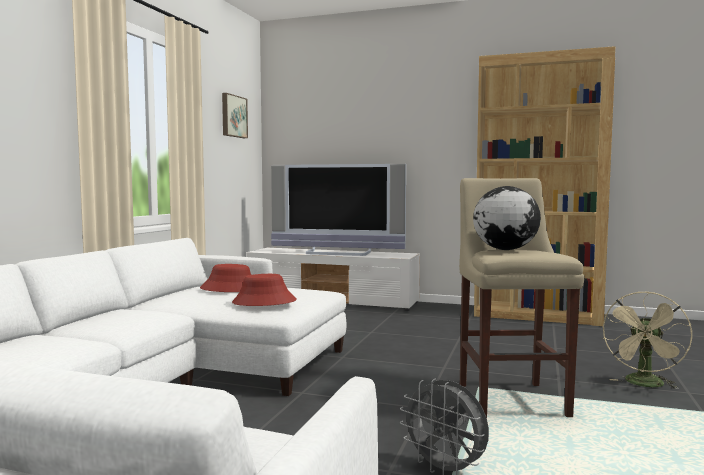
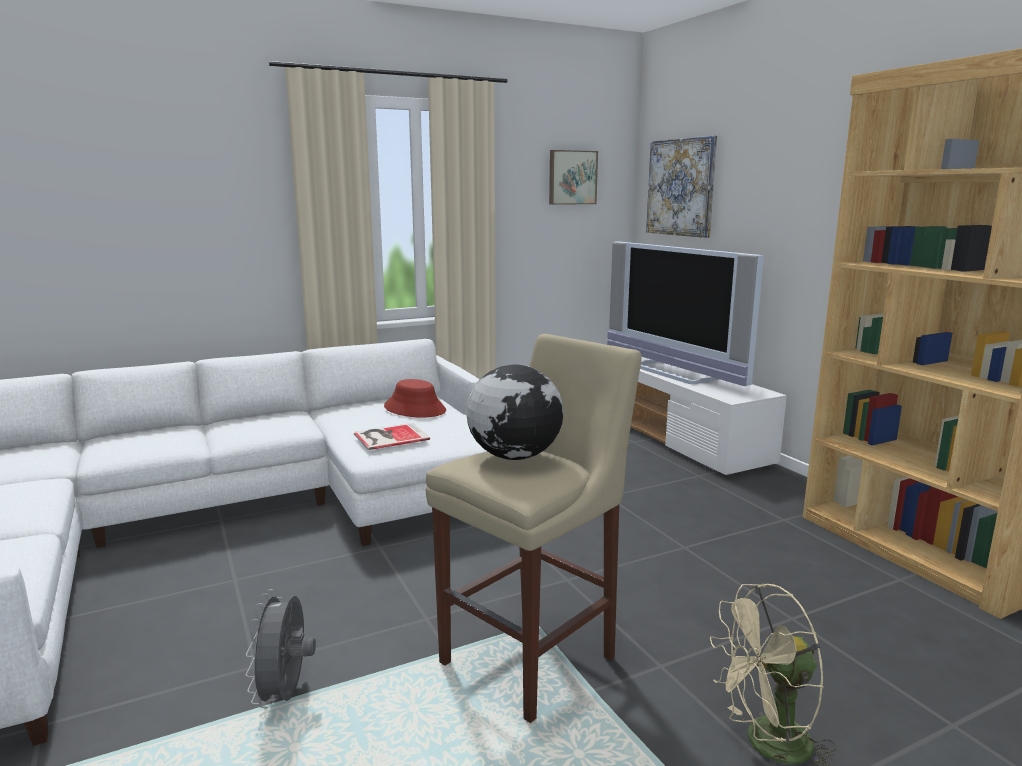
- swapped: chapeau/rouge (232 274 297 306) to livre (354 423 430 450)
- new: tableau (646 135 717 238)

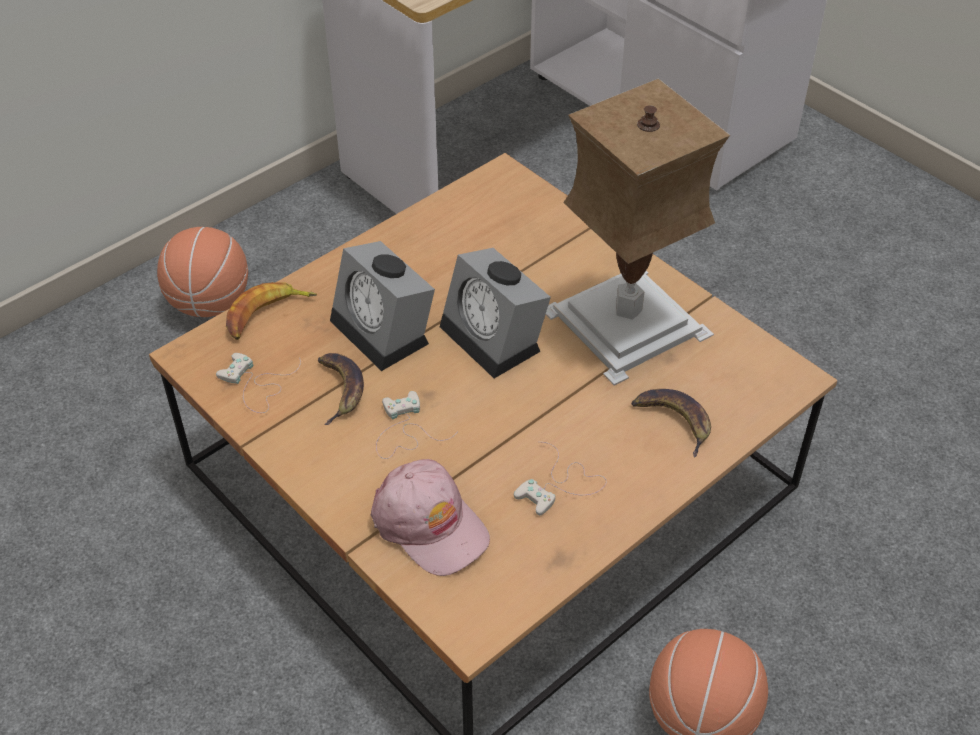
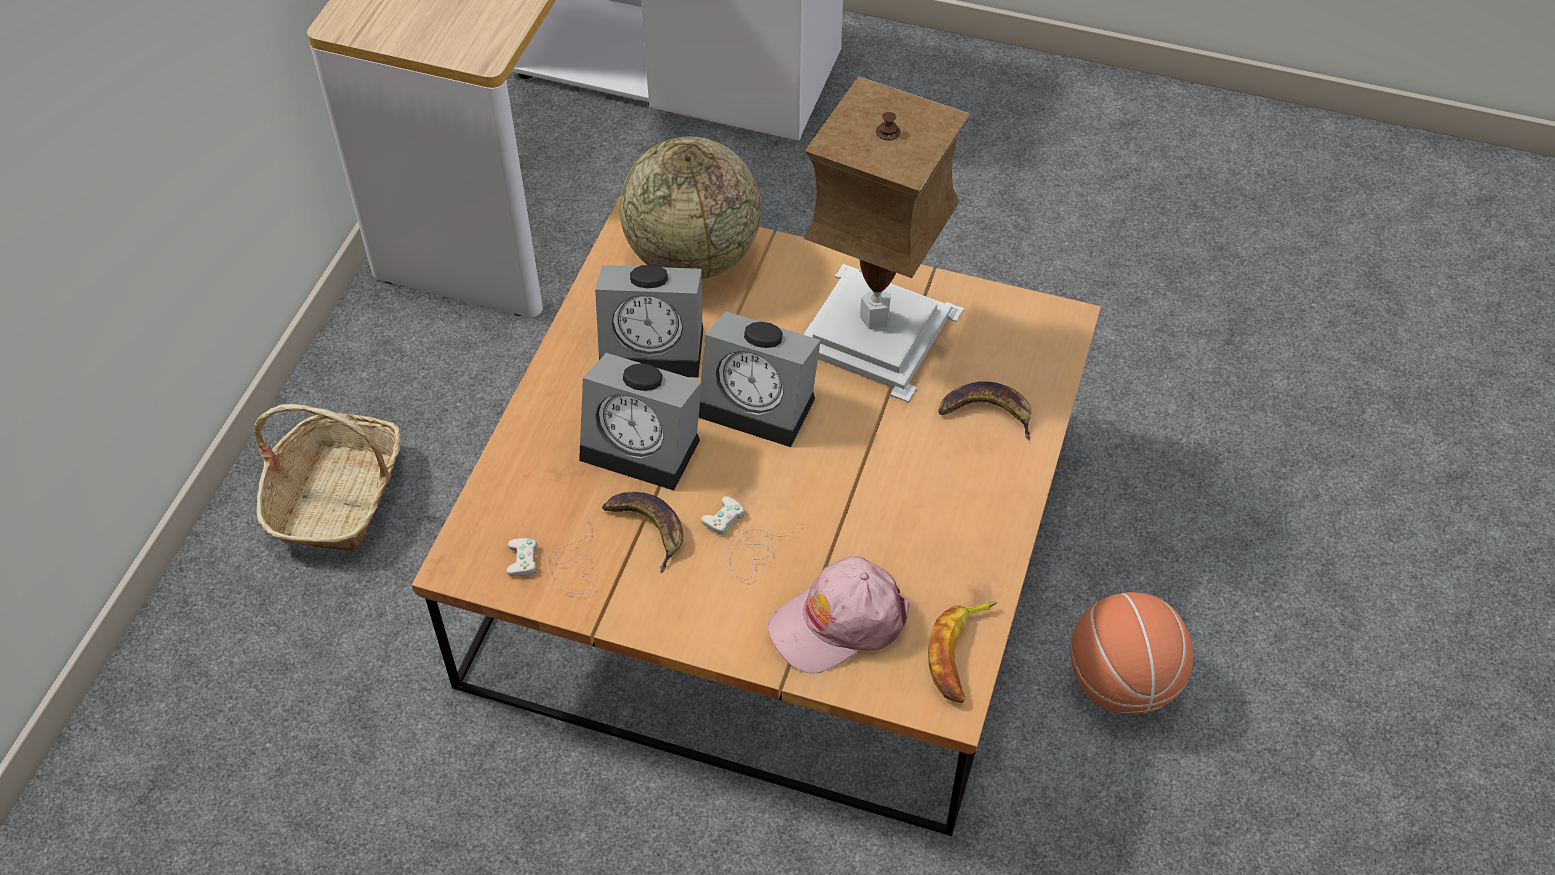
- swapped: ballon de basket (157 227 248 317) to panier (254 404 400 552)
- shifted: banane (226 282 317 340) to (928 601 997 703)
- rotated: casquette/rose (371 459 490 576) = (768 556 910 674) 135 degrees clockwise
- gone: manette/blanc (514 442 607 515)
- new: réveil (595 265 703 378)
- new: globe (619 137 761 279)

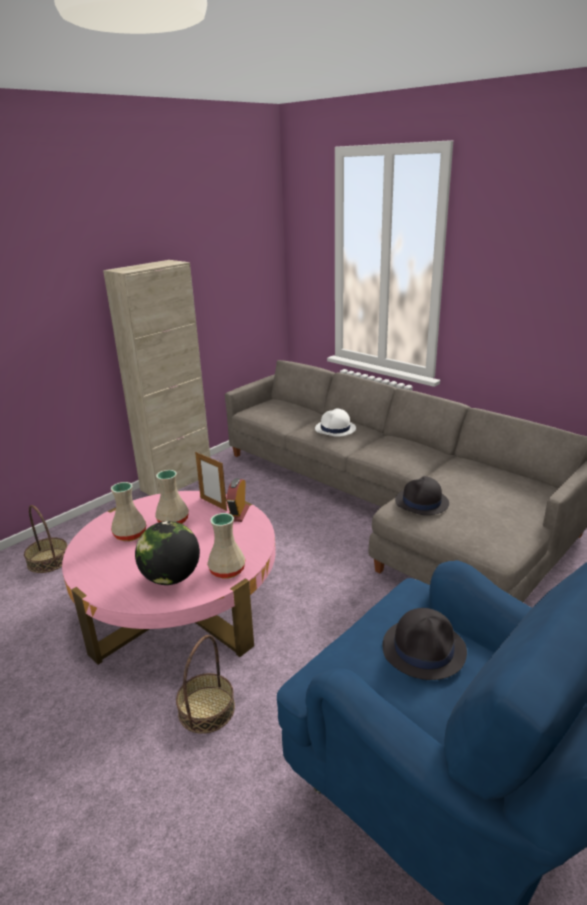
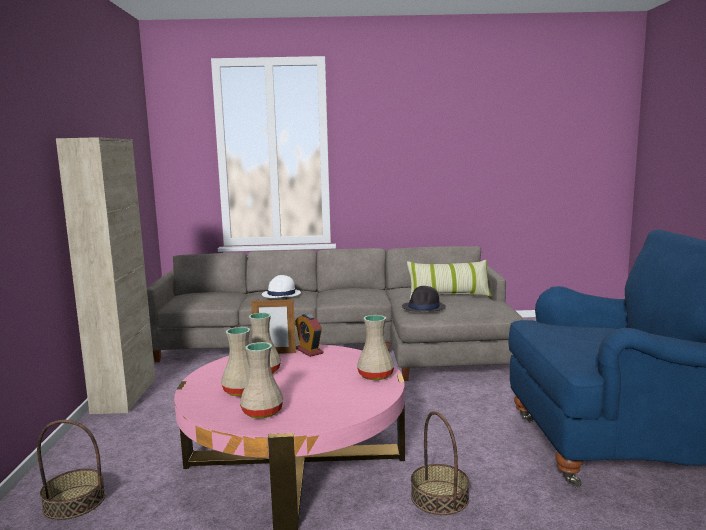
- gone: globe (135 521 200 585)
- gone: chapeau/noir (383 608 467 680)
- new: vase/beige (240 342 283 418)
- new: coussin (407 260 492 299)

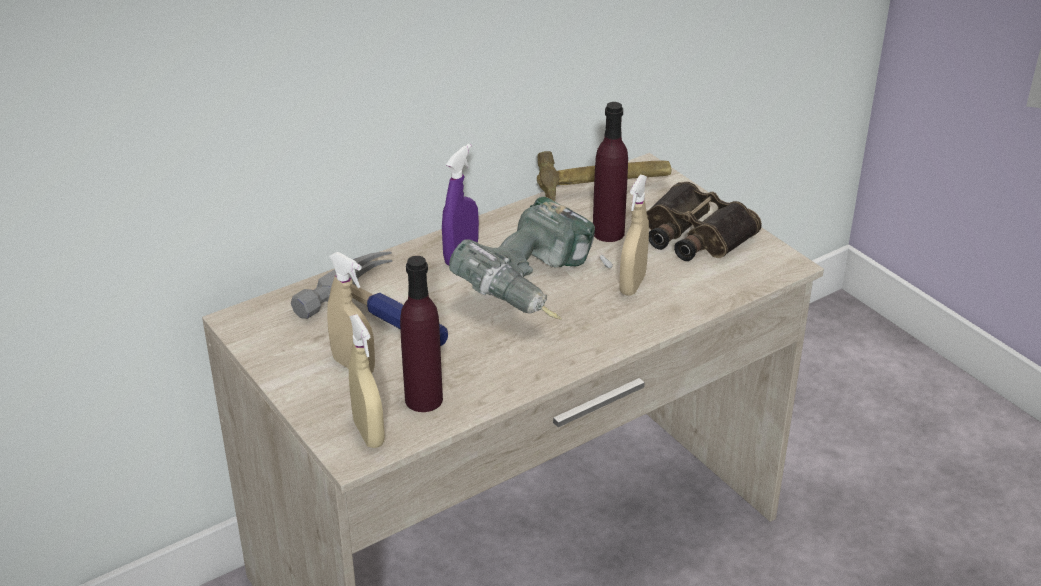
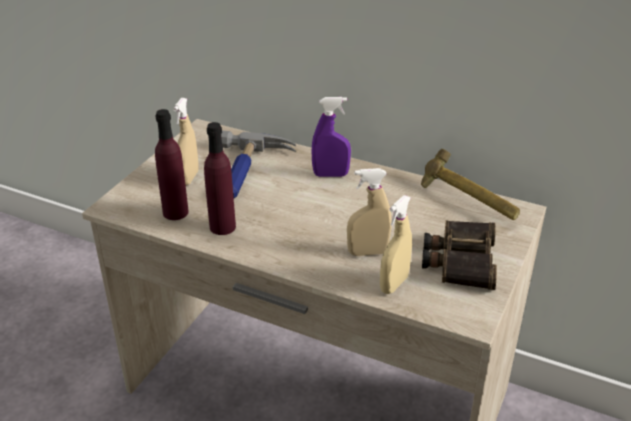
- shifted: vaporisateur/beige (349 314 385 448) to (380 195 412 294)
- gone: perceuse (449 197 613 320)
- shifted: bouteille/violet (593 102 628 242) to (204 122 236 235)

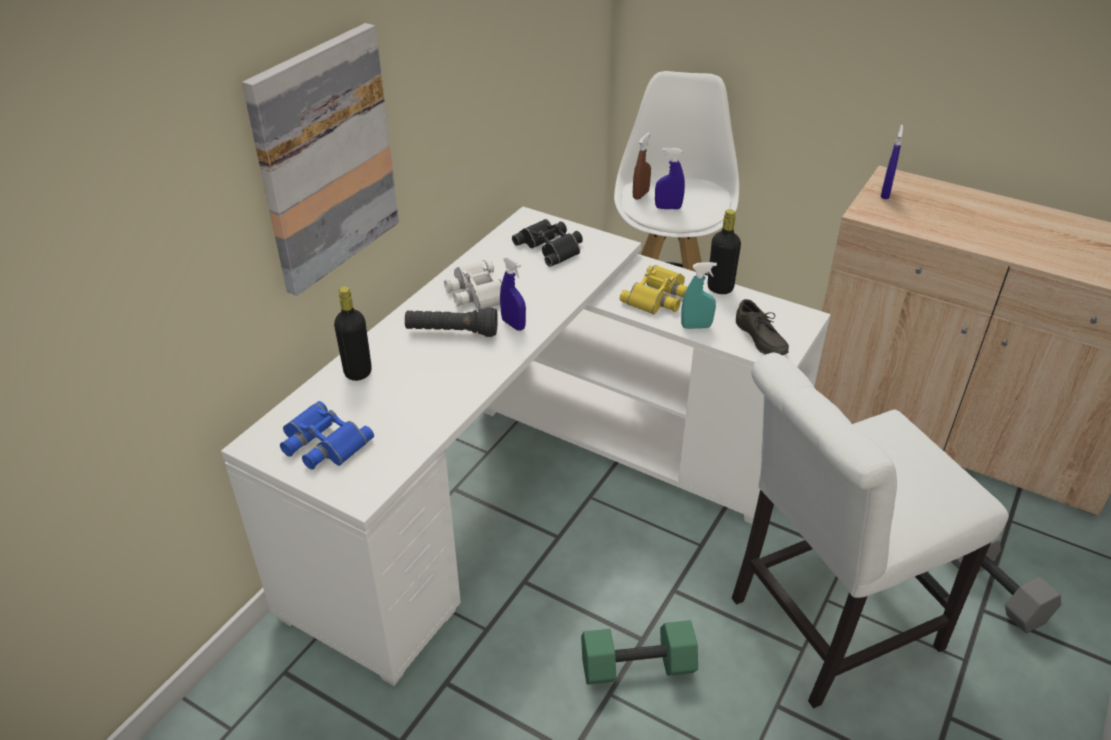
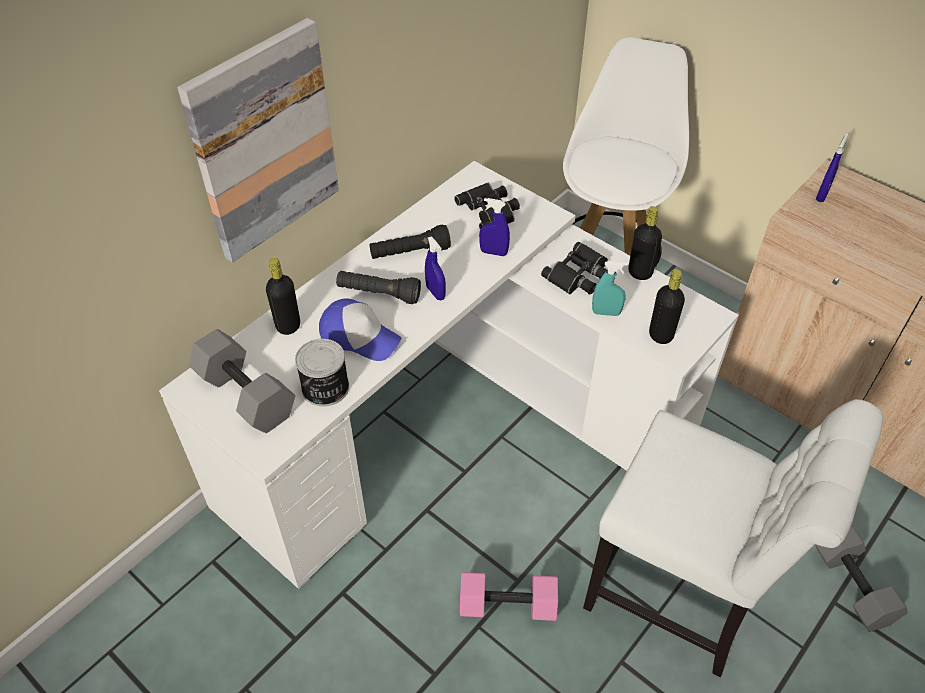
- swapped: jumelles/bleu (280 401 374 470) to haltère/gris (189 329 295 433)
- swapped: jumelles/blanc (444 260 502 310) to lampe de poche/noir (370 224 451 259)
- repainted: haltère/vert (581 620 698 685) to haltère/rose (460 572 558 621)
- repainted: jumelles/jaune (620 265 688 314) to jumelles/noir (541 242 608 295)
- gone: vaporisateur/marron (633 132 651 200)
- shifted: vaporisateur/bleu (655 148 685 209) to (479 198 510 256)
- rotated: chaise/blanc (732 353 1009 708) = (583 399 883 677) 135 degrees counterclockwise
- swapped: chaussure/gris (736 299 789 355) to bouteille/noir (649 269 685 344)
- new: boîte métallique (295 339 349 407)
- new: casquette (319 299 402 361)

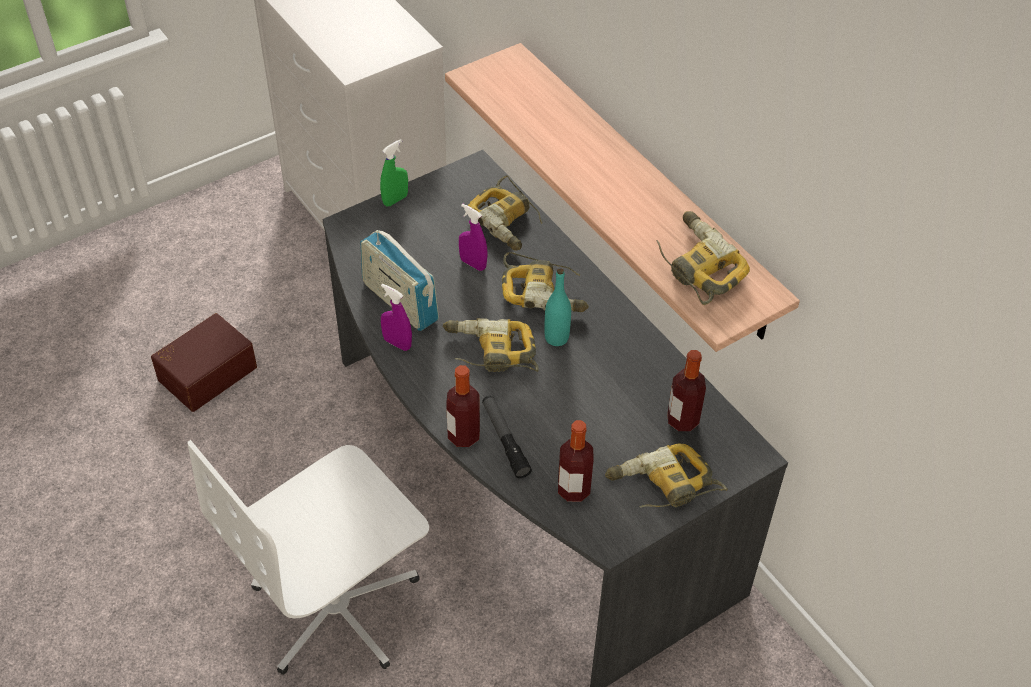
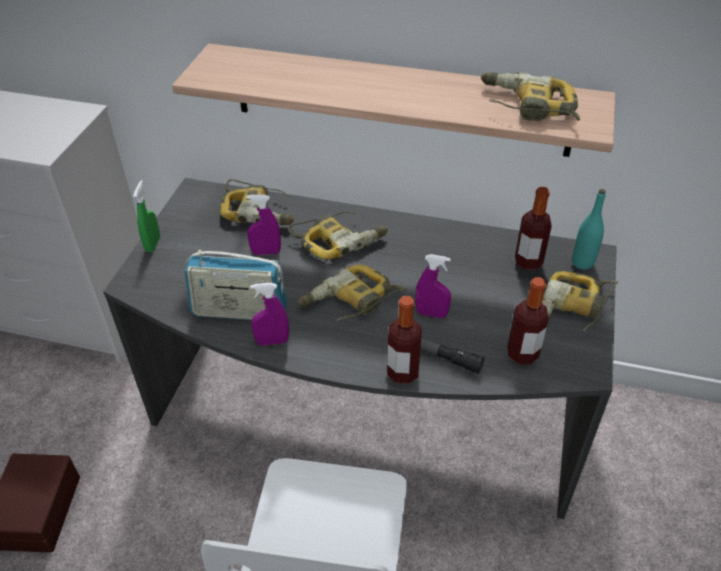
- shifted: bouteille/turquoise (544 268 571 346) to (572 189 606 270)
- new: vaporisateur/violet (415 254 451 318)

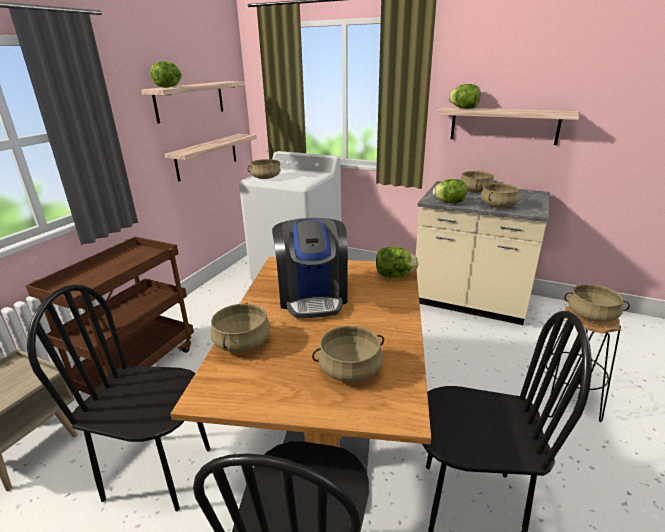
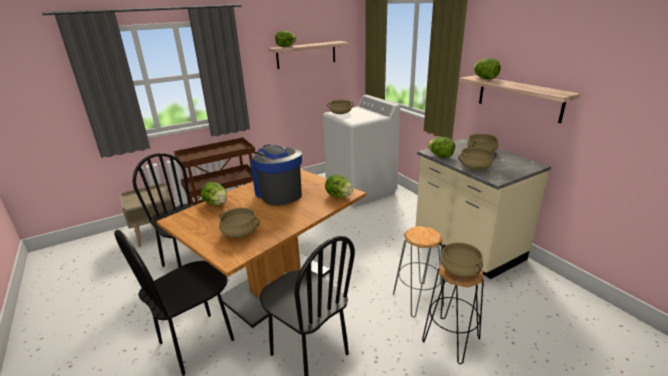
- gone: étagère (165 134 257 181)
- swapped: marmite/beige (210 303 271 352) to laitue (201 182 227 206)
- rotated: machine à café (272 218 348 318) = (251 144 302 205) 120 degrees clockwise
- new: tabouret/gris (393 226 444 317)

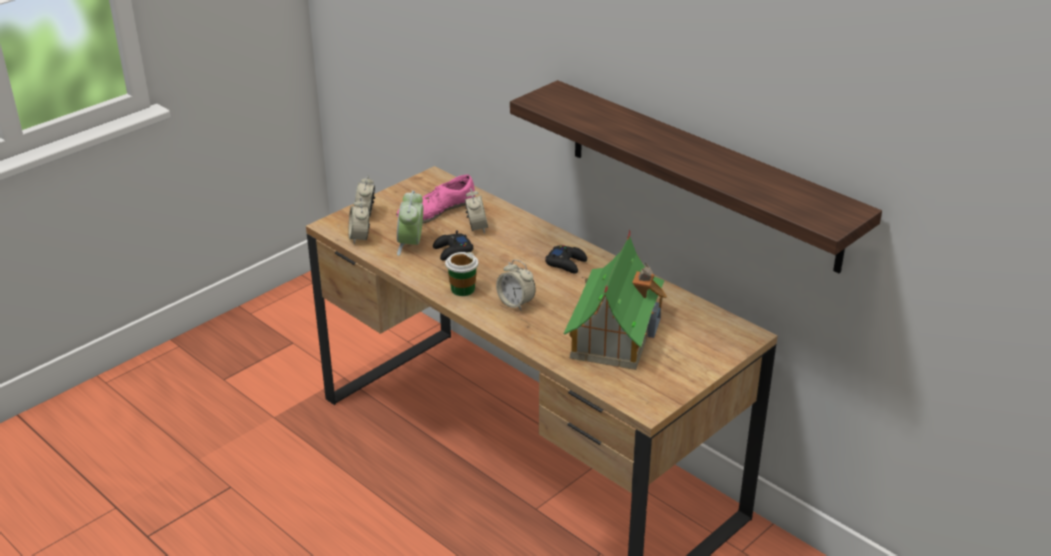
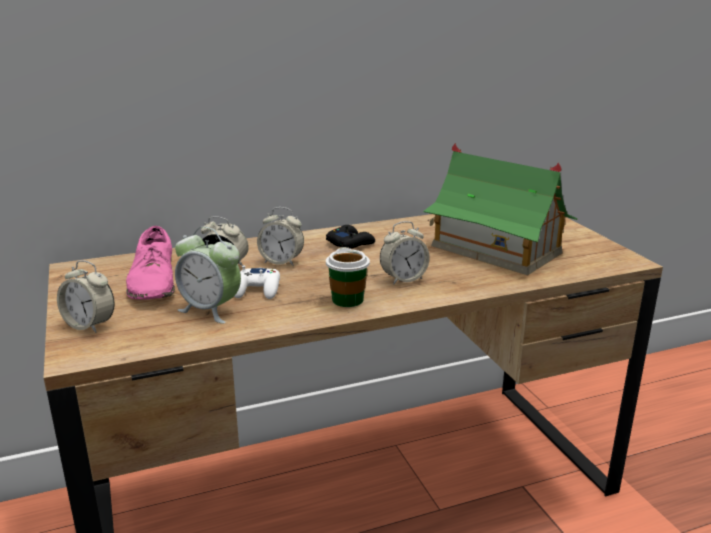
- shifted: réveil (349 197 370 245) to (257 207 304 266)
- repainted: manette/noir (433 230 474 261) to manette/blanc (234 265 280 299)
- gone: étagère (510 80 882 273)

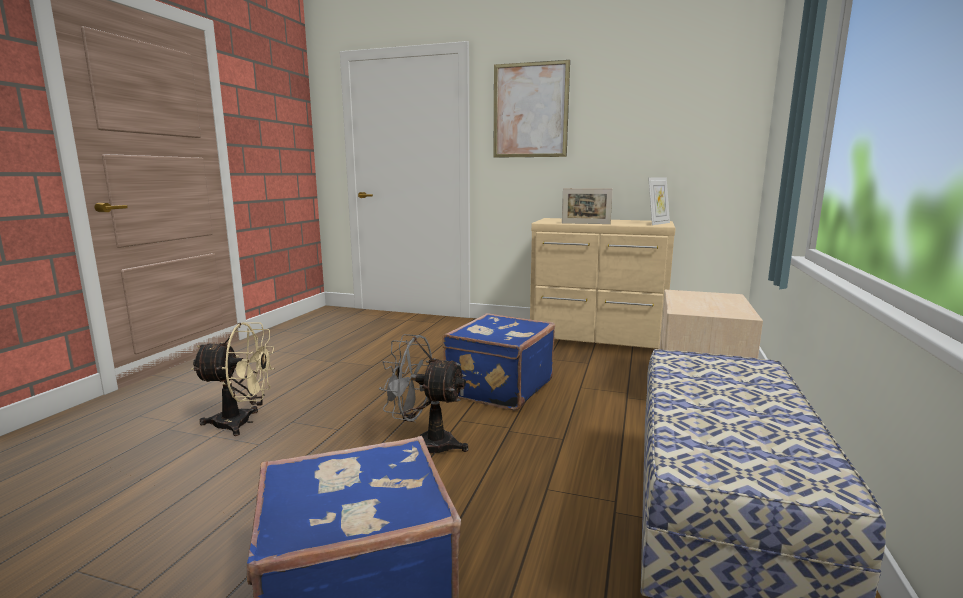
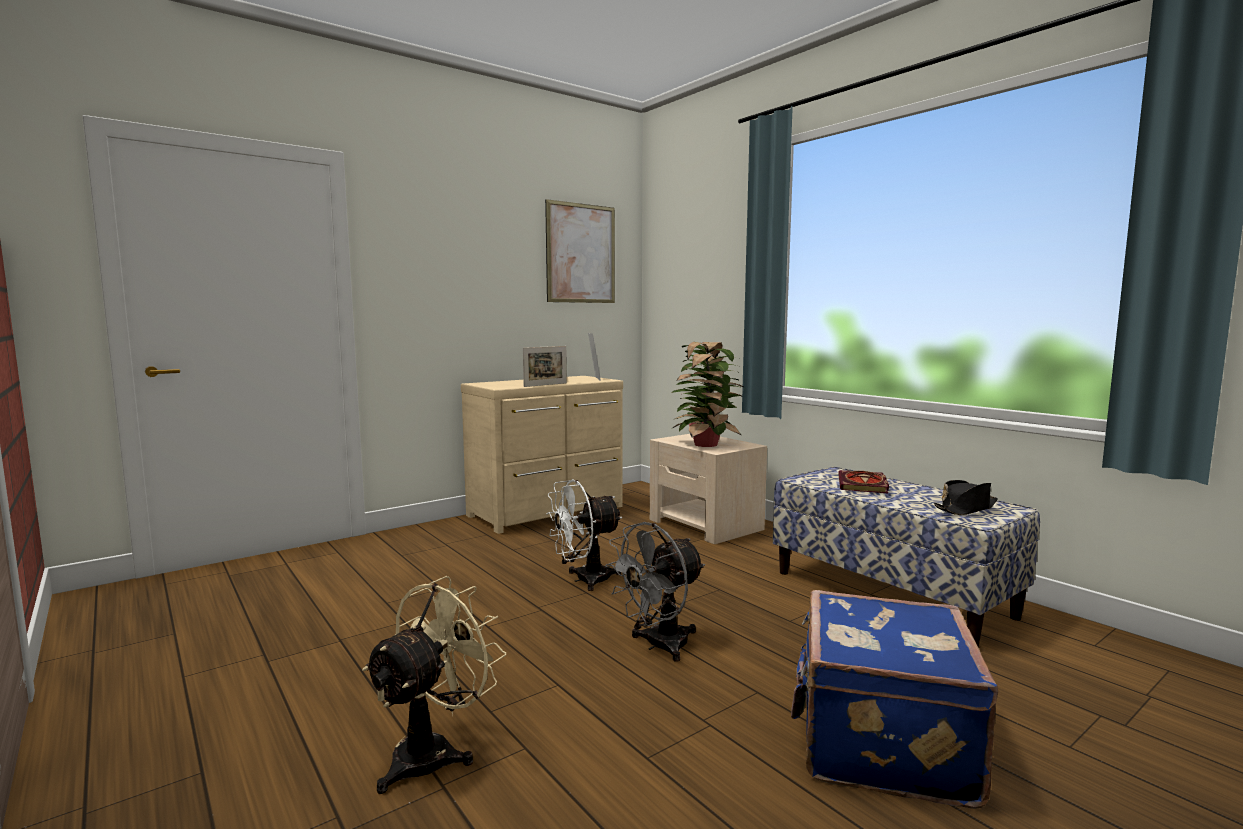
- swapped: valise/bleu (442 313 555 410) to ventilateur/blanc (546 479 623 591)
- shifted: tableau (493 60 570 158) to (545 199 615 303)
- new: plante en pot (671 342 745 447)
- new: livre (838 470 889 493)
- new: chapeau/noir (934 480 998 515)

